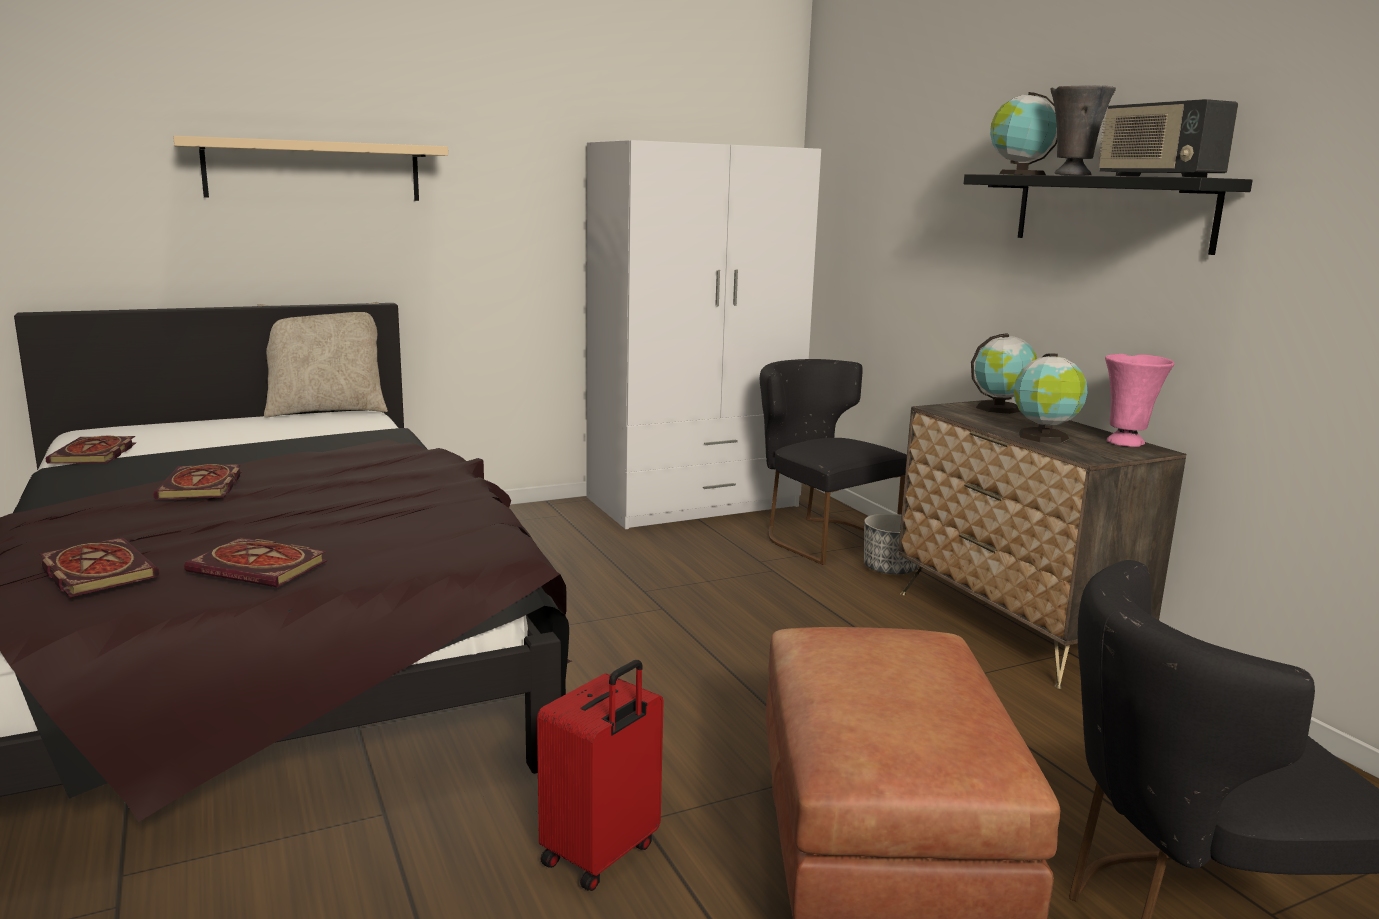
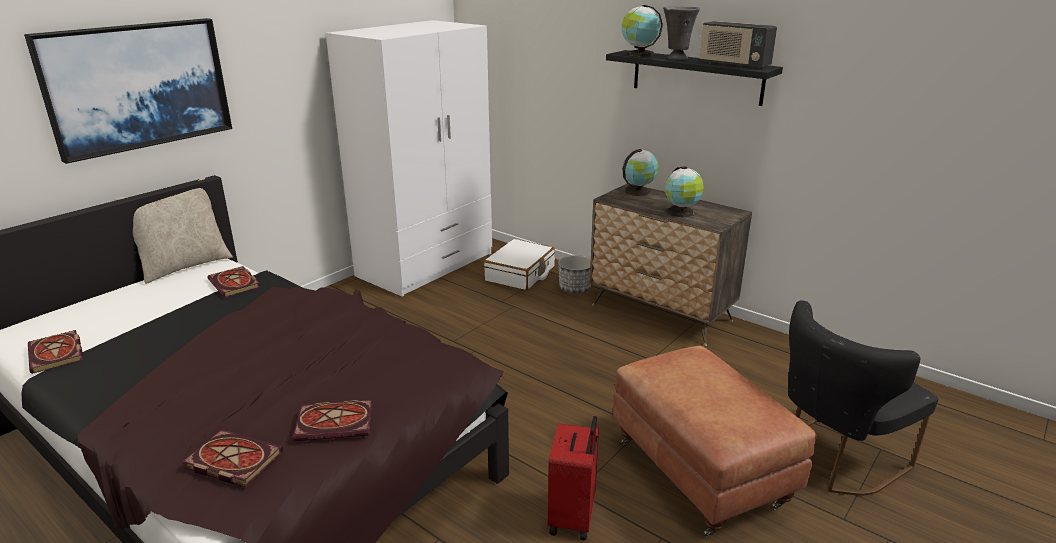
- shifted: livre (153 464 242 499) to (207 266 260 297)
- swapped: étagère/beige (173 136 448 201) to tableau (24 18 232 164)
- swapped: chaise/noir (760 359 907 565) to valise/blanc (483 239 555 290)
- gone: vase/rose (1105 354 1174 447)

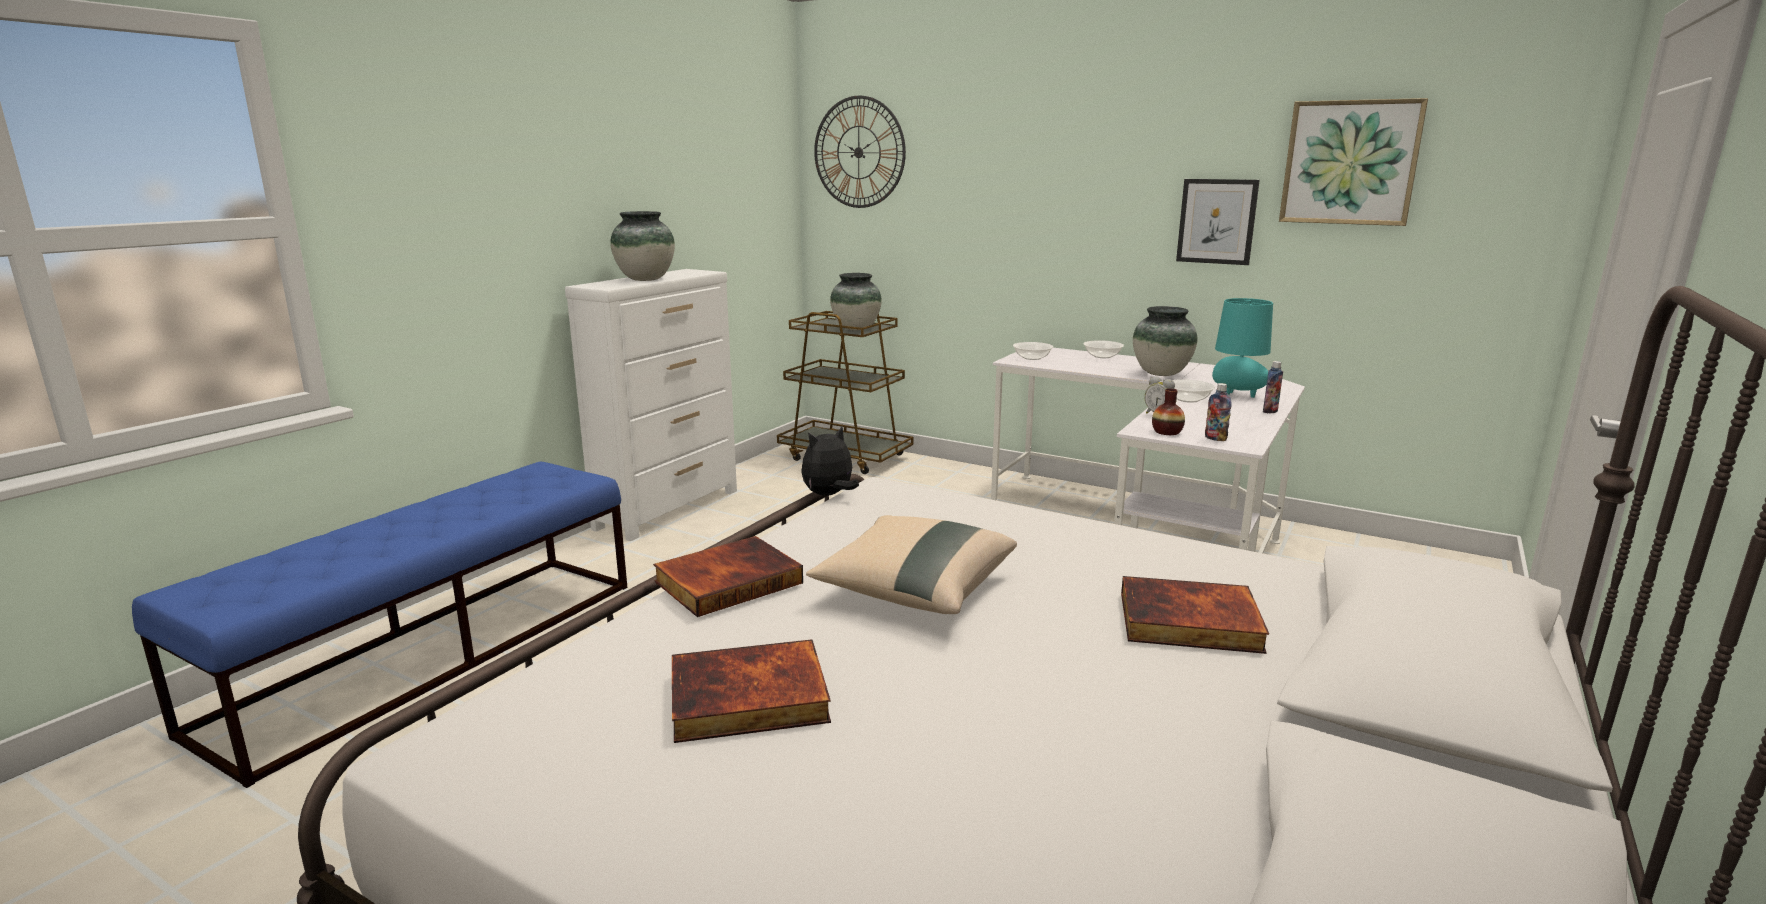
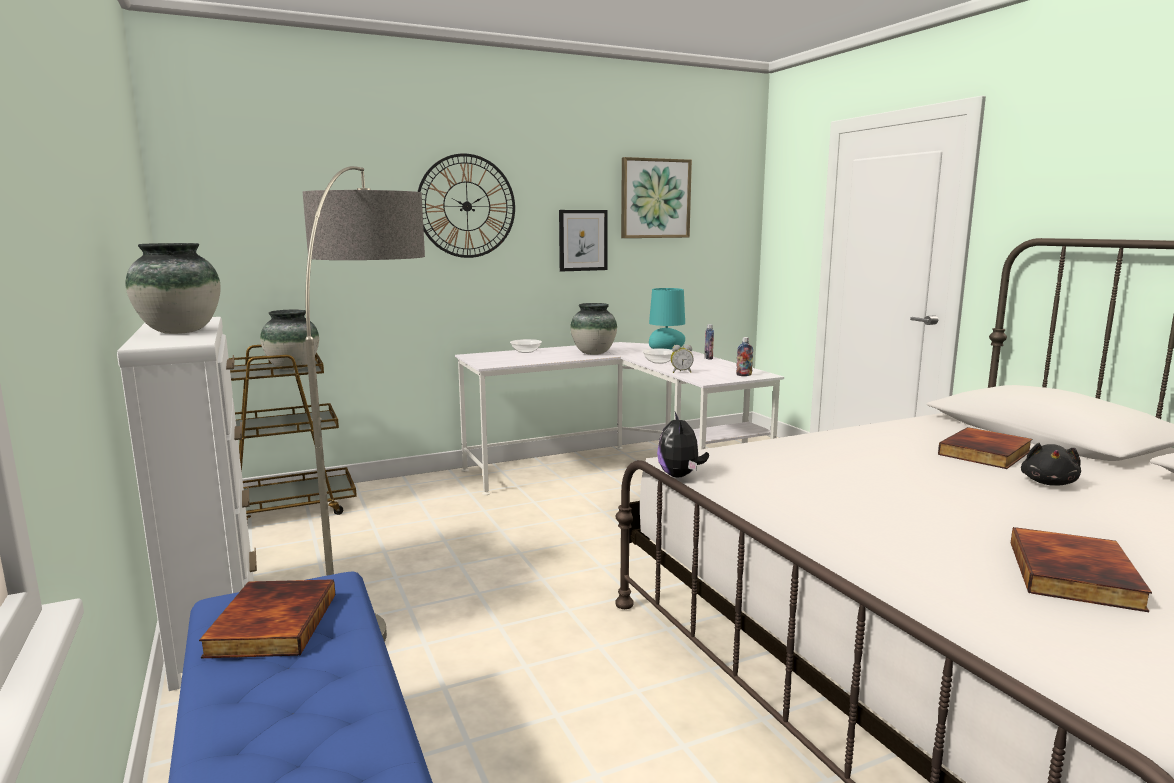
- shifted: livre (653 536 803 617) to (199 579 335 658)
- gone: coussin/beige (806 515 1017 614)
- shifted: horloge murale (814 96 906 208) to (418 153 515 258)
- gone: bol (1013 342 1053 360)
- gone: vase (1152 388 1185 435)
- new: lampadaire (303 166 425 642)
- new: peluche/noir (1021 443 1081 486)

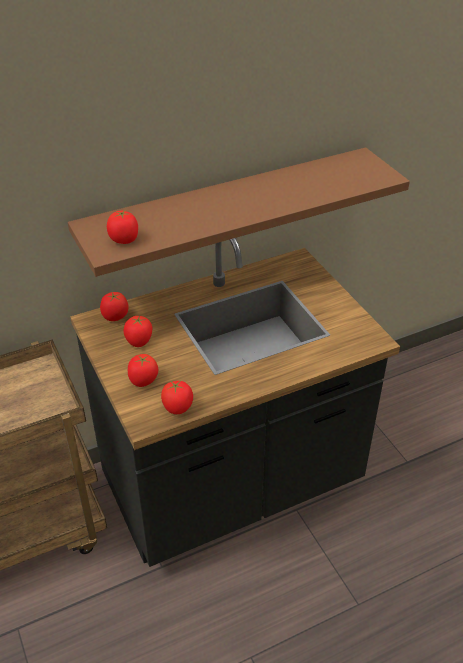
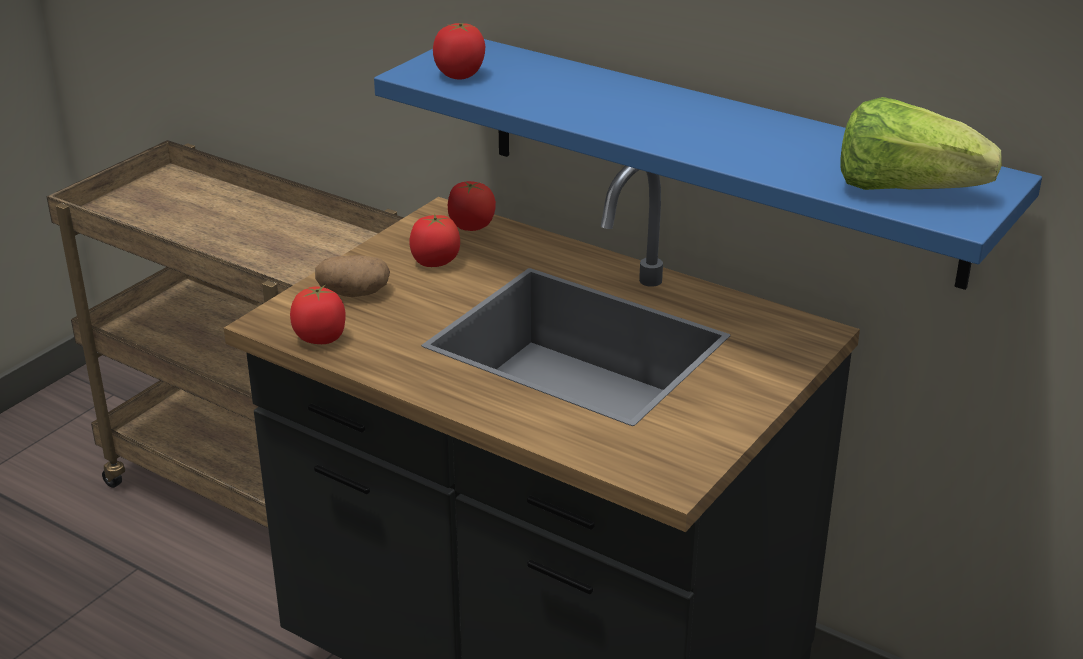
- repainted: étagère/marron (68 147 410 277) to étagère/bleu (374 39 1042 290)
- swapped: tomate (128 354 158 387) to pomme de terre (315 255 390 297)
- new: laitue (840 97 1002 190)

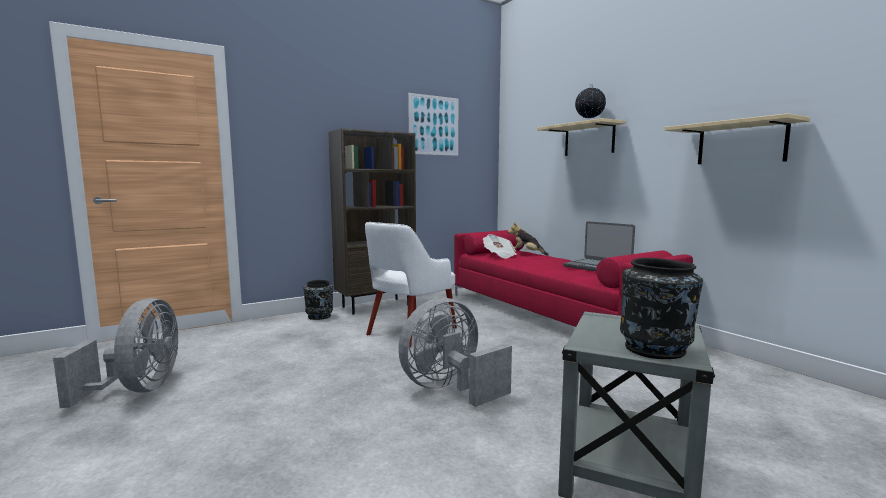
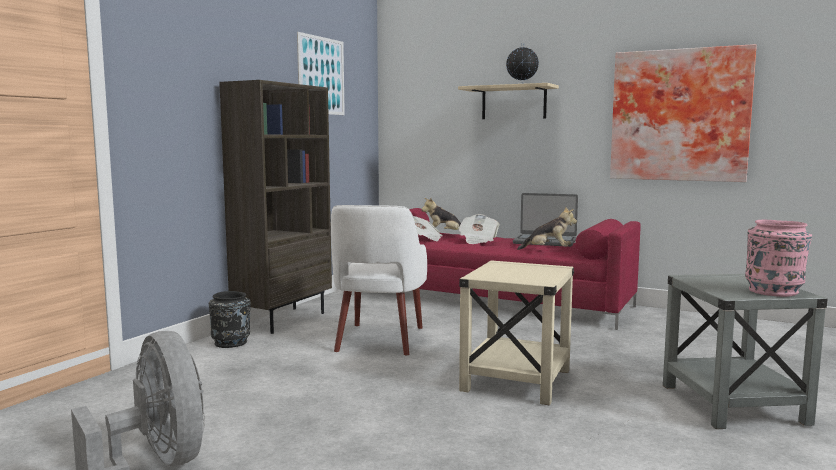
- swapped: ventilateur/gris (398 298 512 407) to table d'appoint/beige (459 260 574 405)
- repainted: vase/noir (620 258 703 359) to vase/rose (745 220 812 297)
- swapped: étagère/beige (665 113 810 164) to tableau (610 44 757 182)
- new: journal (458 214 500 244)
- new: peluche (517 207 577 250)

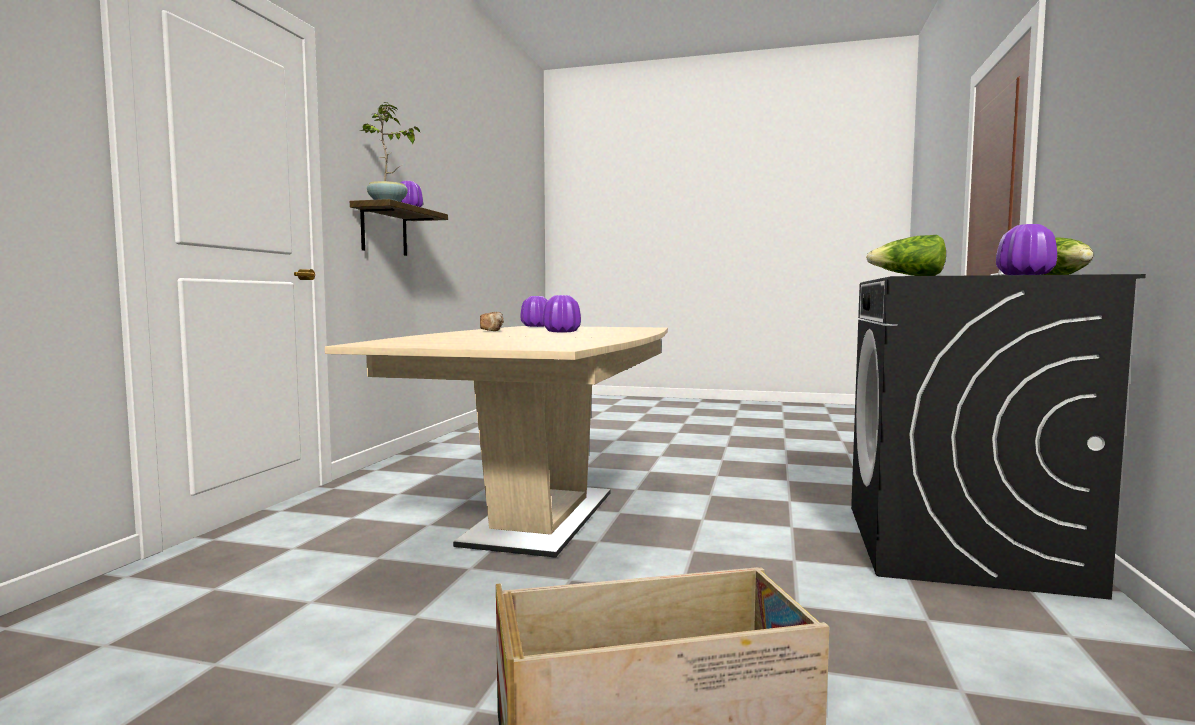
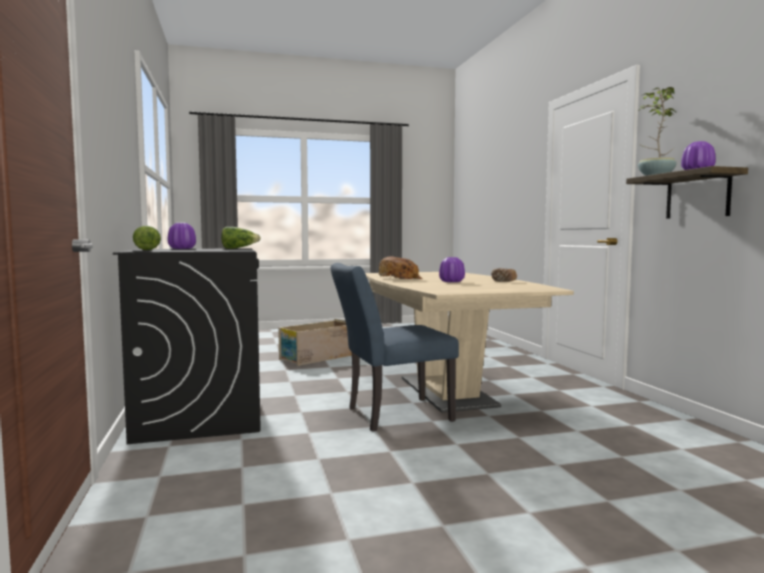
- gone: vase/violet (520 296 548 327)
- new: chaise/bleu (331 263 459 431)
- new: pain (379 256 422 279)

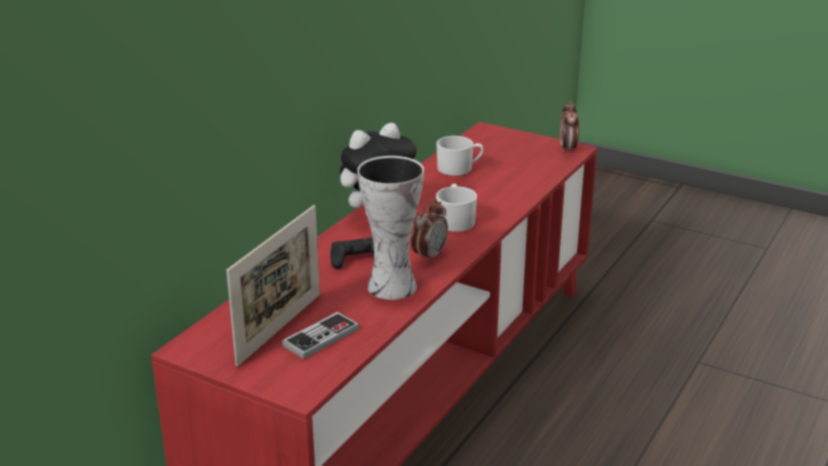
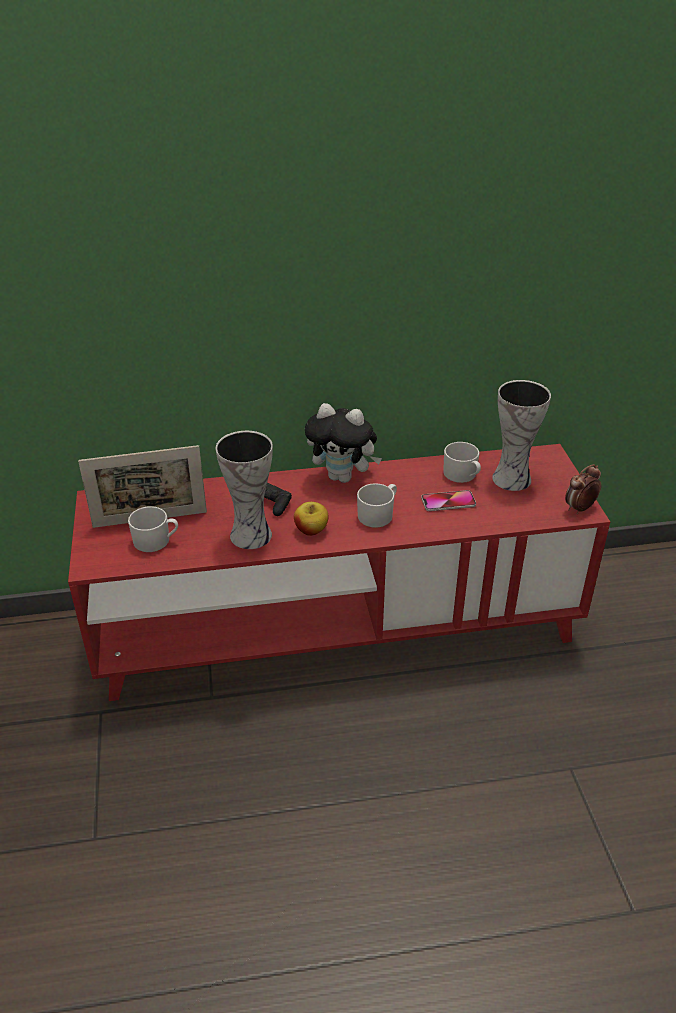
- swapped: manette (282 312 360 359) to mug/blanc (128 506 178 552)
- swapped: réveil (411 199 448 264) to pomme (294 502 328 536)
- new: téléphone (421 490 476 511)
- new: vase (492 380 551 491)

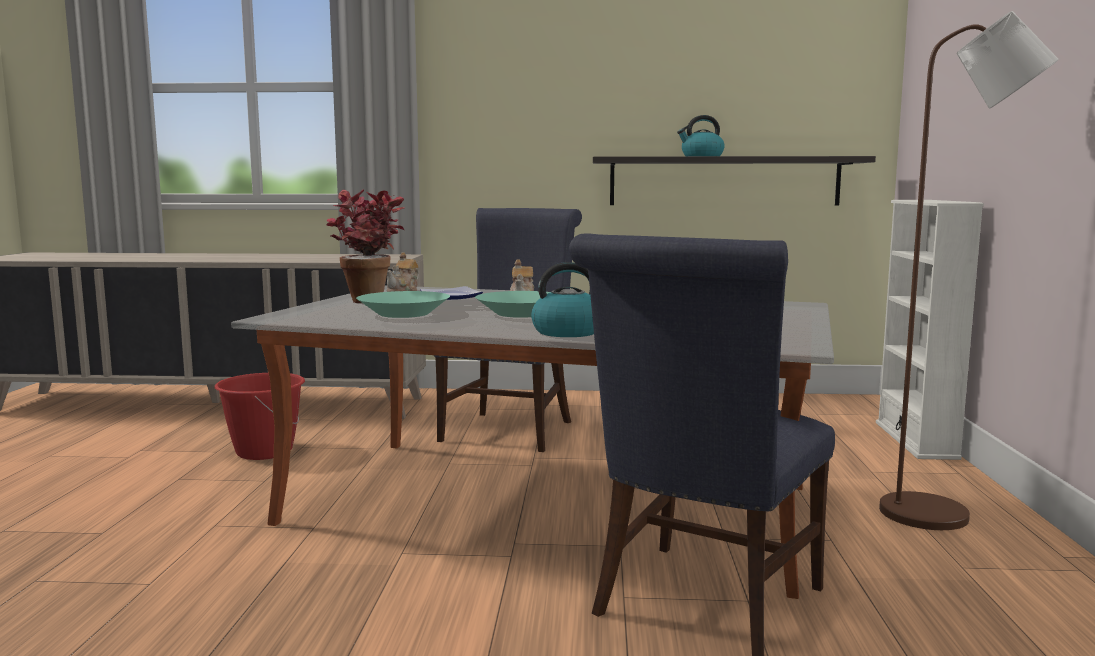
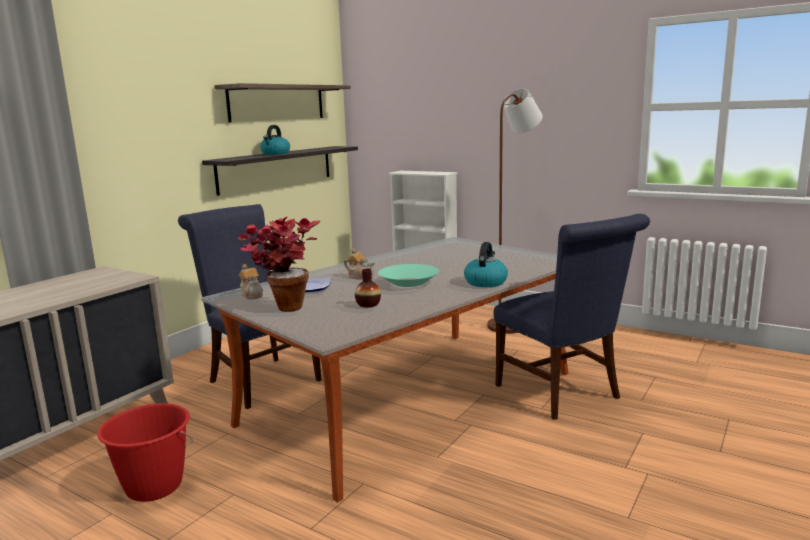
- swapped: bol/turquoise (356 291 450 318) to vase (355 269 381 308)
- new: étagère (214 83 351 122)

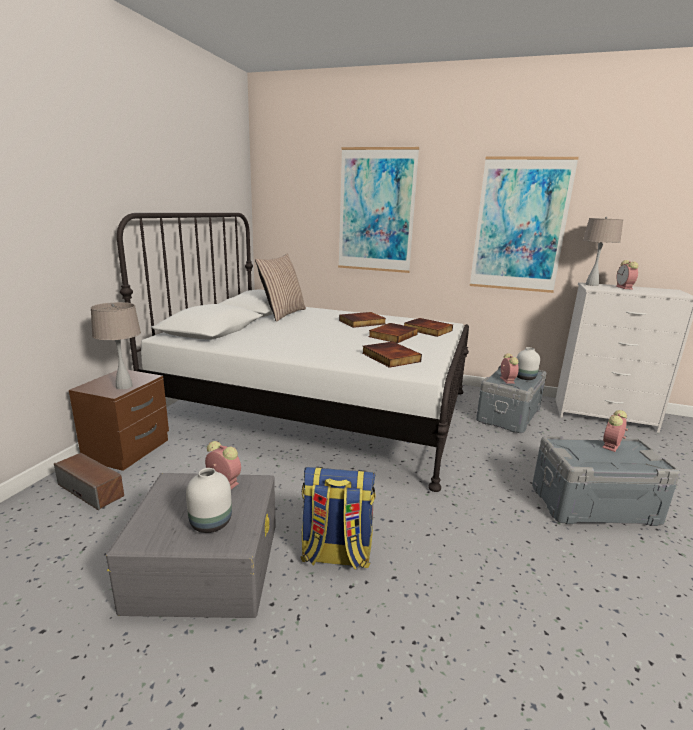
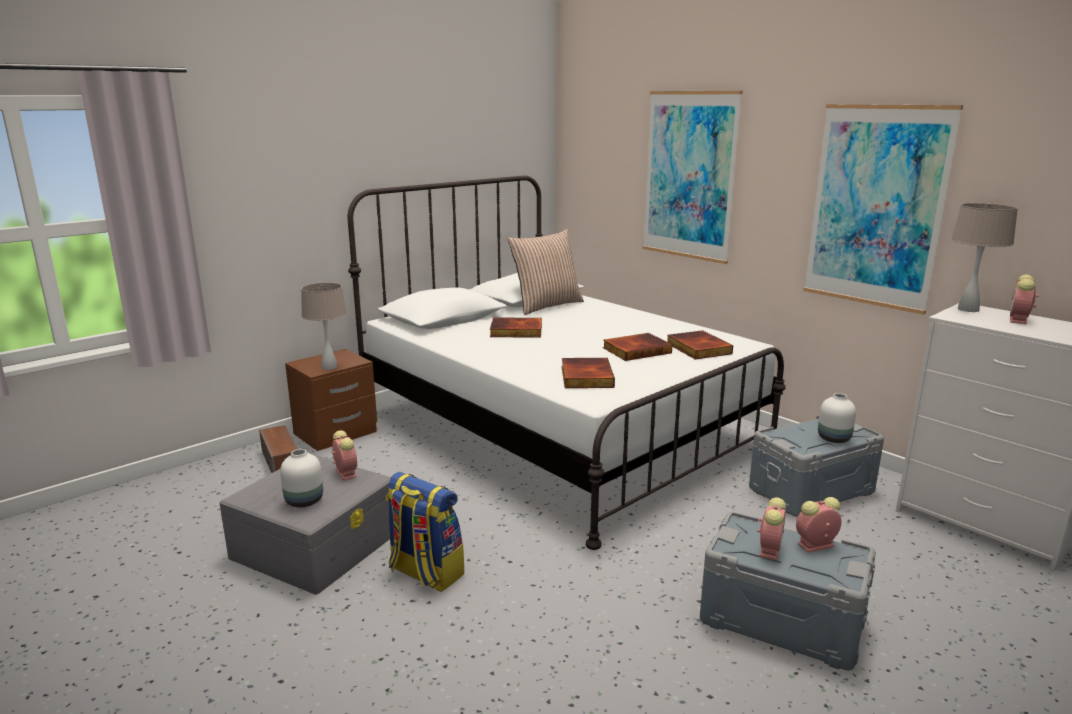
- shifted: livre (339 312 386 328) to (490 317 542 338)
- shifted: réveil (500 353 519 383) to (757 498 786 560)

